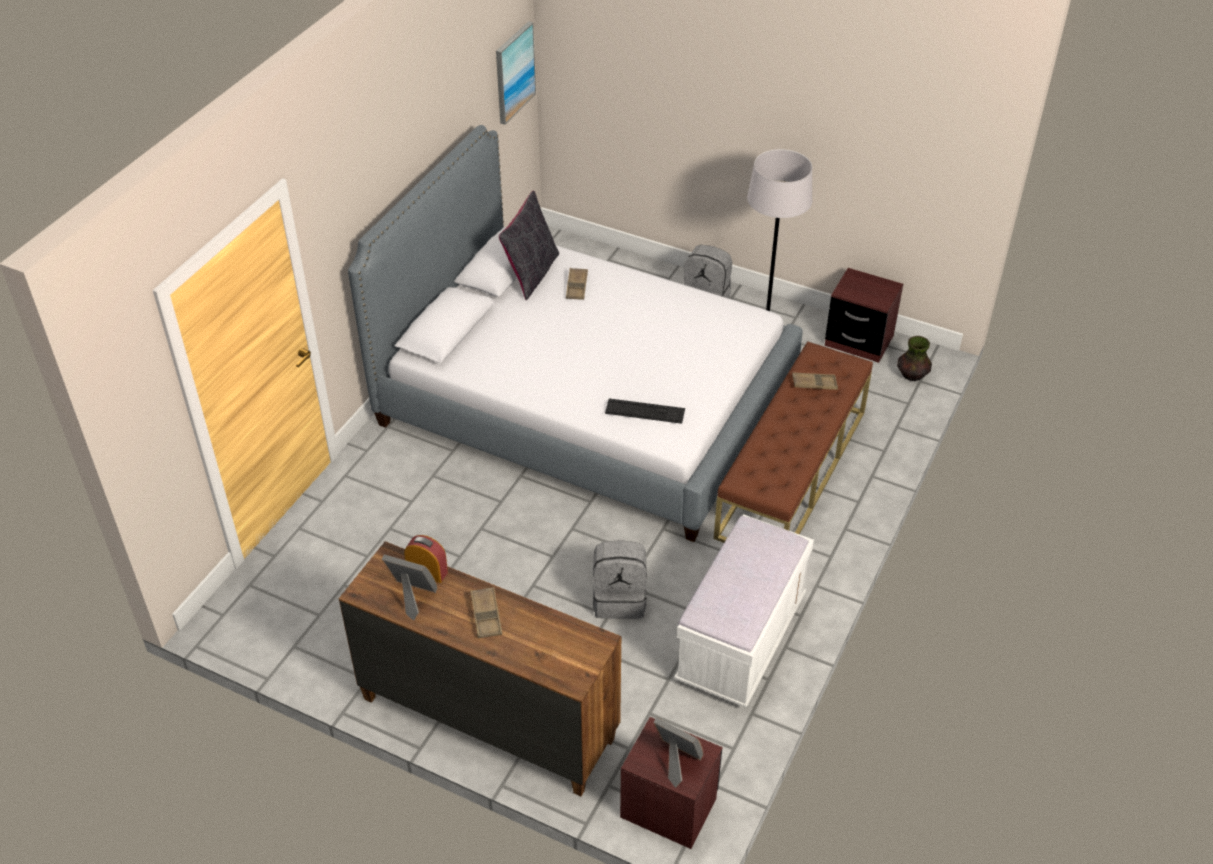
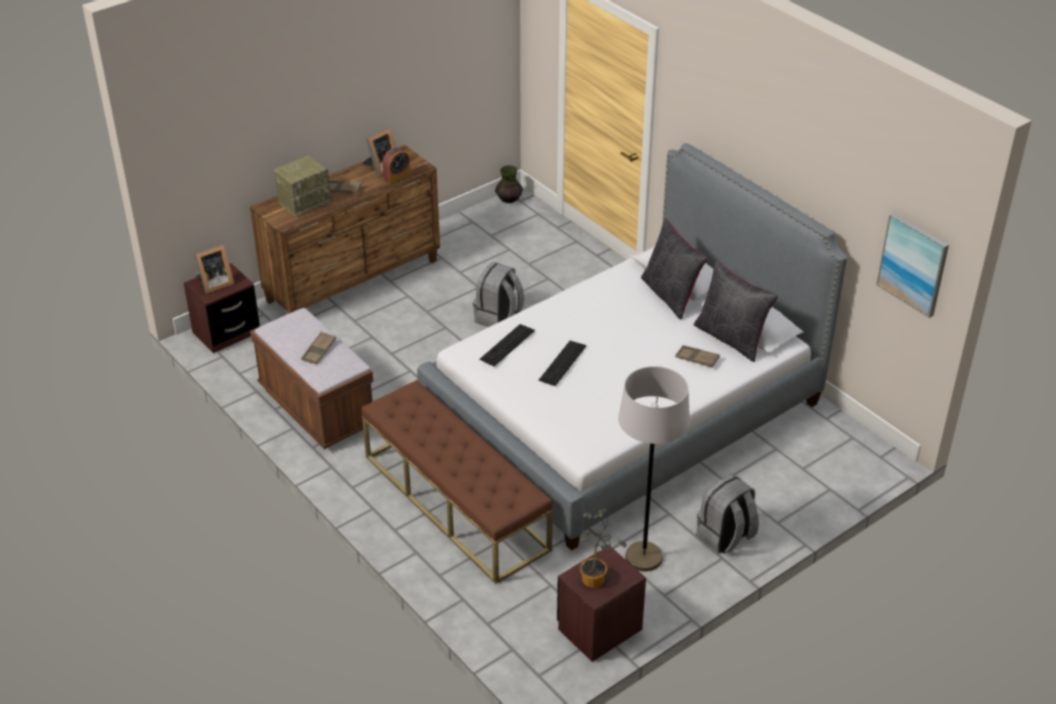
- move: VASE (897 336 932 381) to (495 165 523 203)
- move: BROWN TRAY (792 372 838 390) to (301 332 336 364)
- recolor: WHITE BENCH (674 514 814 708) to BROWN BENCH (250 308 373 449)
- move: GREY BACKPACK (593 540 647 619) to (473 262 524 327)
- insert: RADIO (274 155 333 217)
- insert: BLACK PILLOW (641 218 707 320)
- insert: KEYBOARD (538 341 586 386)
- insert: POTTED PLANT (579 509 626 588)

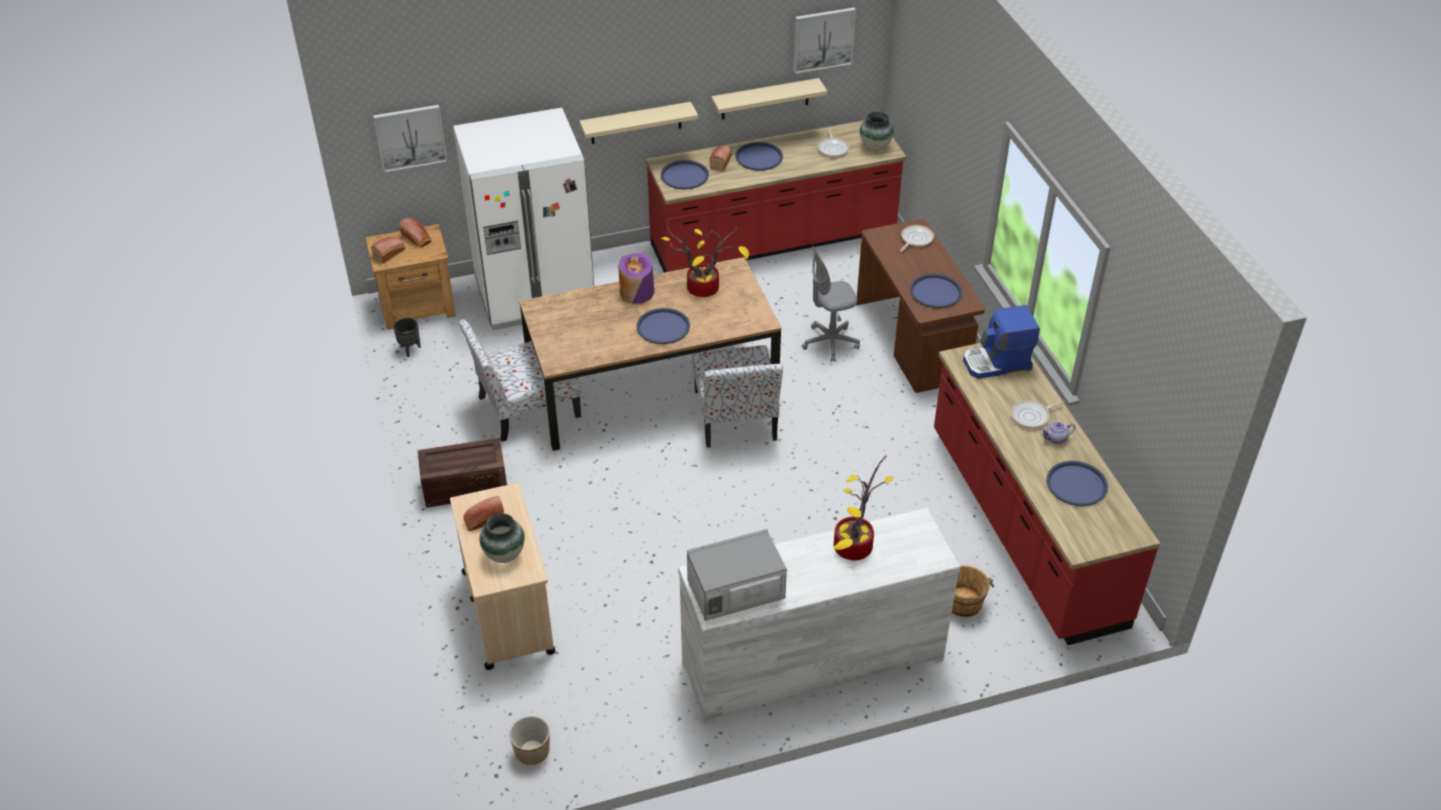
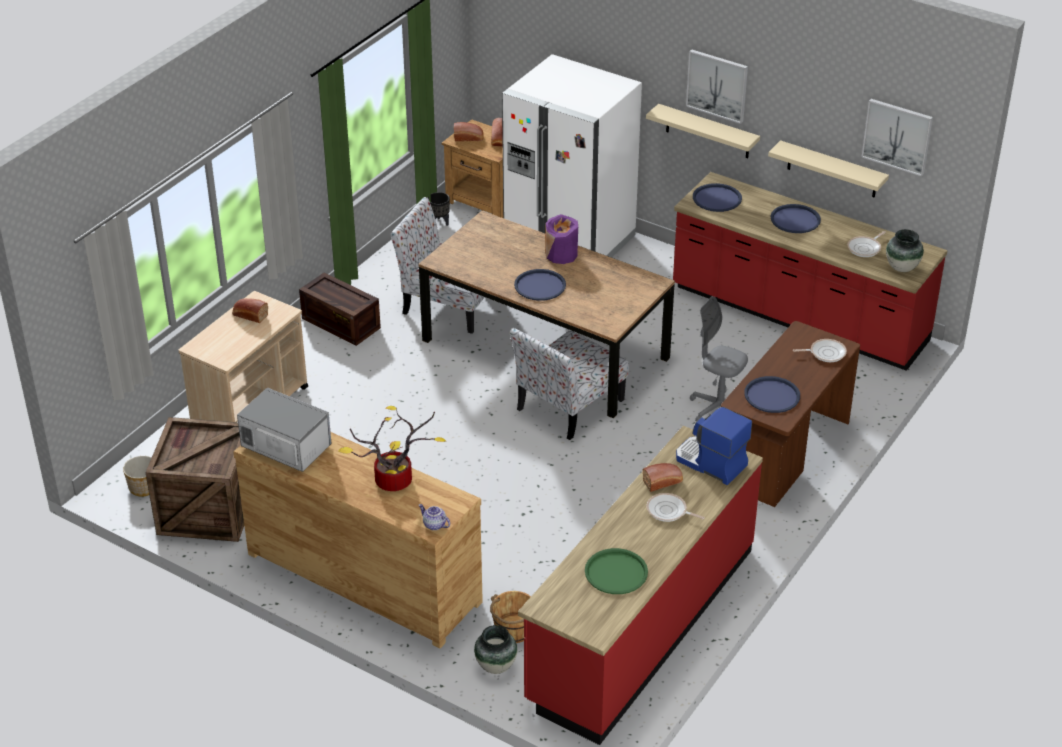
- move: PICTURE (373 105 448 173) to (686 49 748 124)
- move: BREAD (710 145 732 171) to (643 463 683 492)
- delete: POTTED PLANT (660 221 749 297)
- move: TEAPOT (1041 421 1076 444) to (419 504 450 530)
- recolor: BLUE TRAY (1046 461 1108 506) to GREEN TRAY (585 548 648 594)
- recolor: WHITE DRESSER (678 508 961 724) to BROWN DRESSER (233 432 483 648)
- move: VASE (479 513 525 563) to (474 625 517 674)
- insert: CRATE (145 417 244 542)

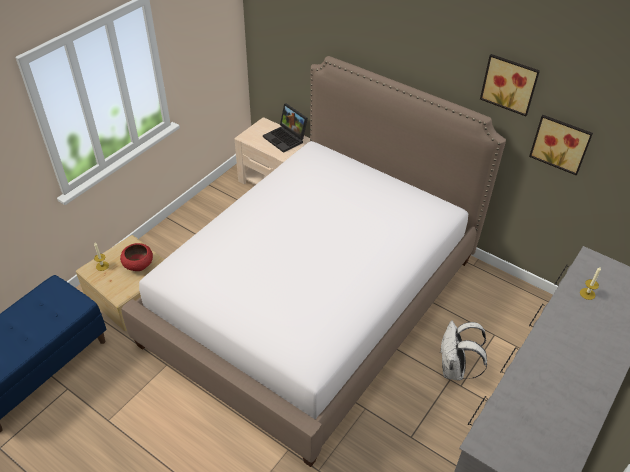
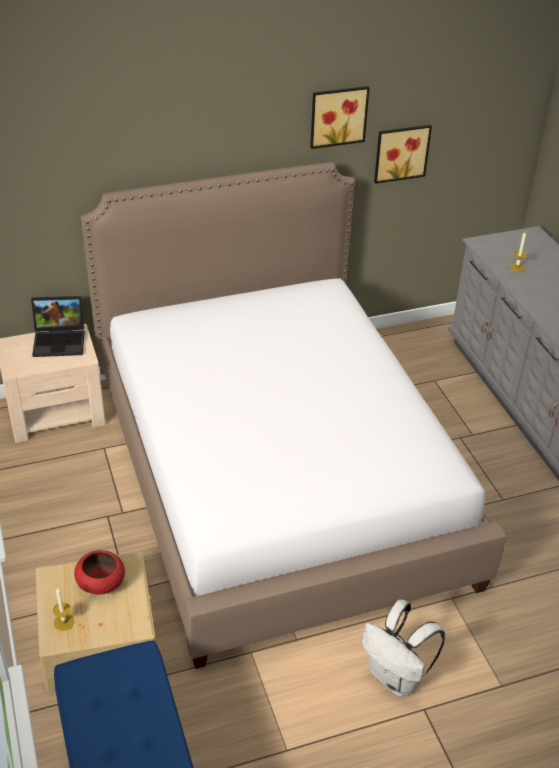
- move: WHITE BACKPACK (441 321 487 380) to (362 599 445 697)

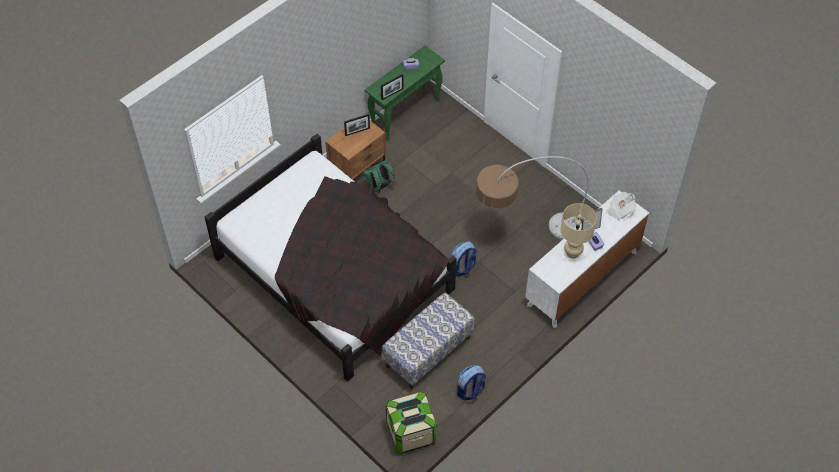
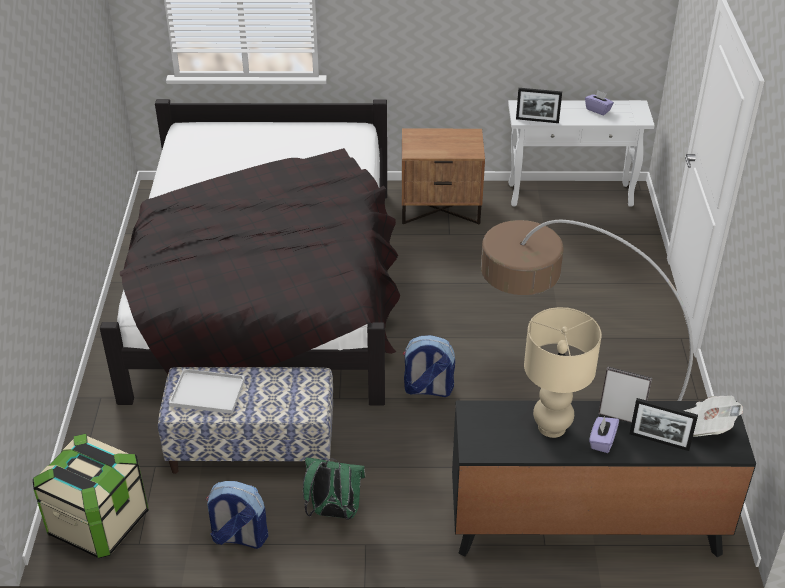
- recolor: GREEN CONSOLE TABLE (365 45 445 141) to WHITE CONSOLE TABLE (508 100 655 207)
- move: PICTURE FRAME (344 114 370 136) to (630 398 698 451)
- move: GREEN BACKPACK (363 159 395 194) to (303 458 365 520)
- recolor: WHITE DRESSER (525 191 649 328) to BLACK DRESSER (452 400 756 557)
- insert: WHITE TRAY (169 369 245 414)

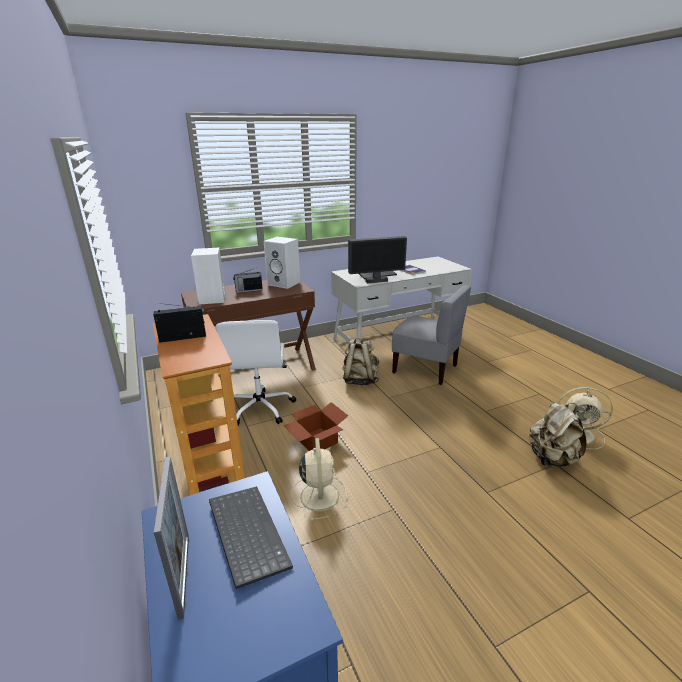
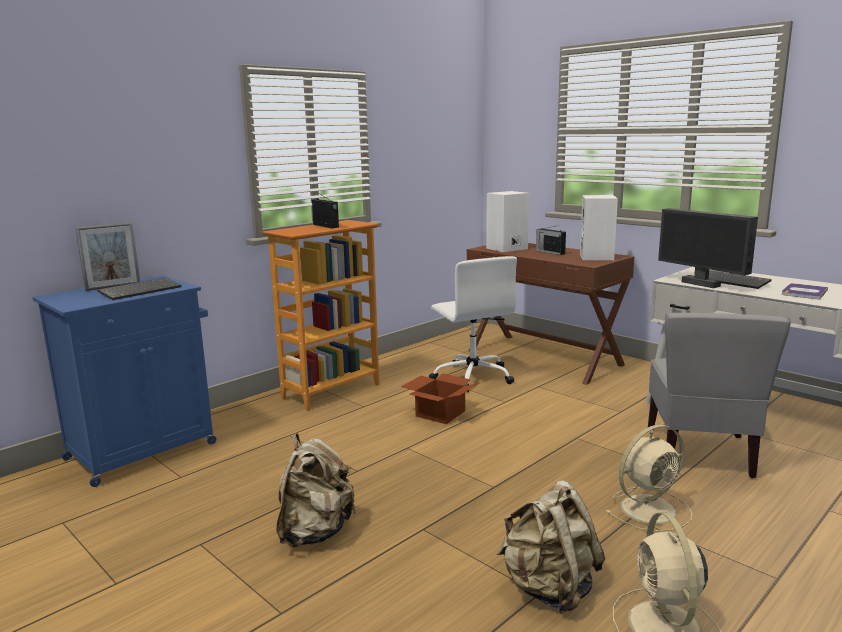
- rotate: WHITE OFFICE CHAIR (216 320 296 425) = (429 256 517 392) 90 degrees counterclockwise
- move: BEIGE BACKPACK (342 338 379 386) to (276 433 356 547)
- move: BEIGE FAN (291 438 347 521) to (606 424 692 532)

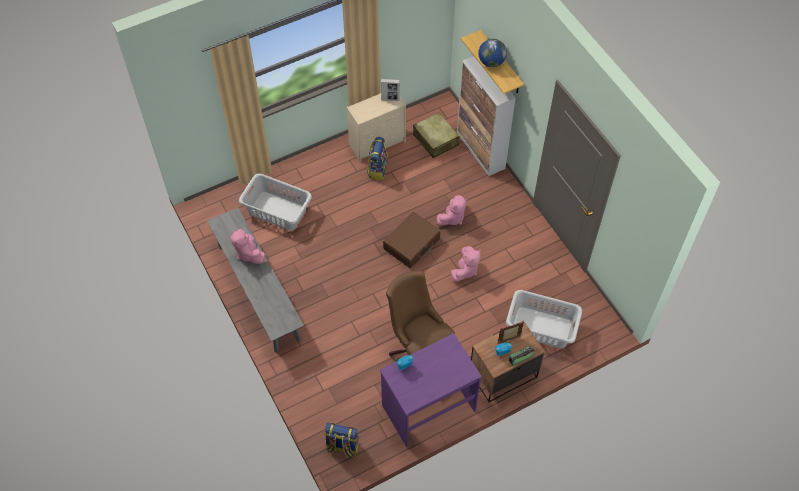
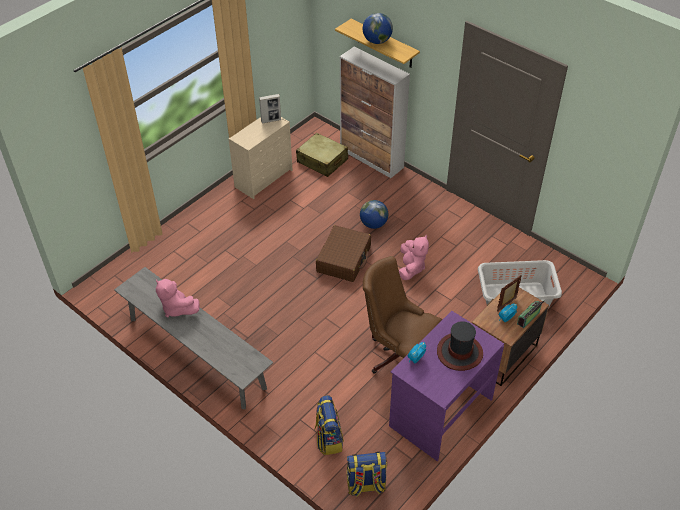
- move: BACKPACK (367 137 388 180) to (314 395 344 455)
- delete: GREY LAUNDRY BASKET (239 174 312 231)
- replace: PINK PLUSH TOY (437 195 467 226) to GLOBE (360 200 388 229)
- insert: HAT (437 321 483 371)

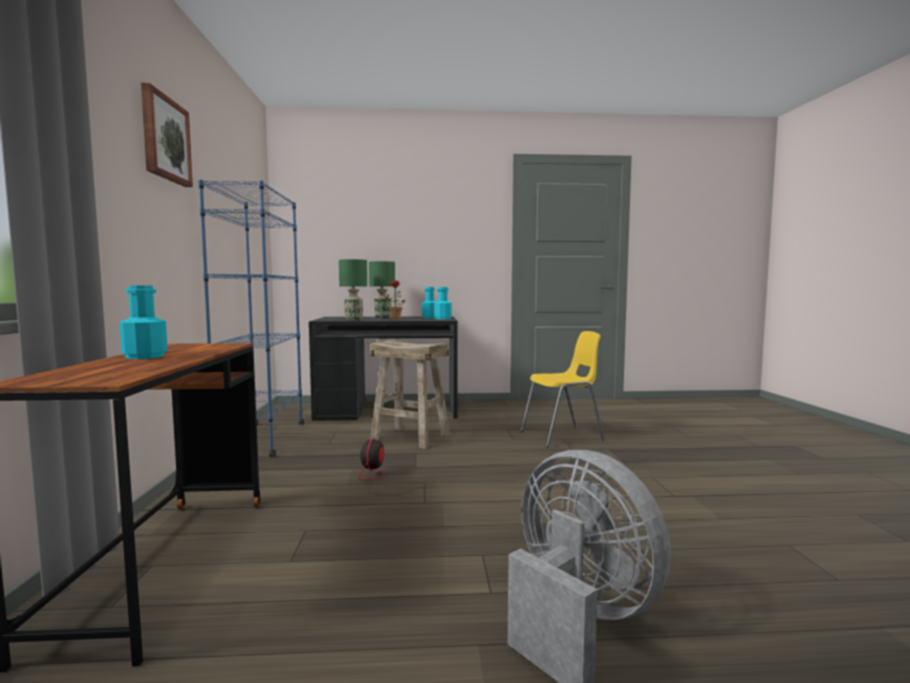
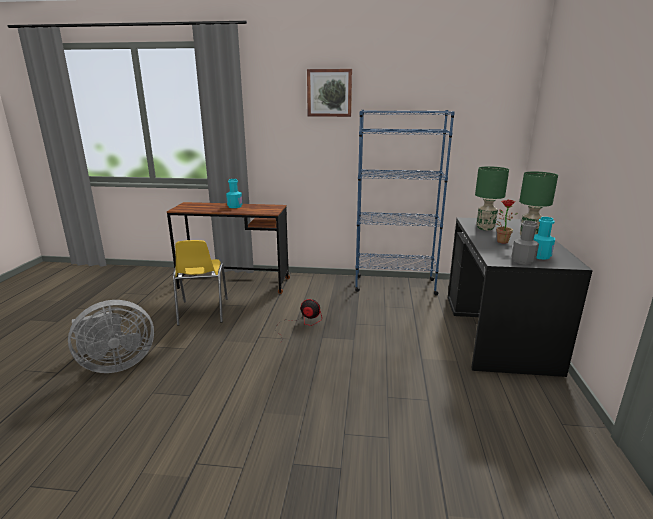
- recolor: TURQUOISE BOTTLE (434 287 452 319) to GREY BOTTLE (512 220 539 265)
- move: YELLOW CHAIR (521 331 605 447) to (173 240 228 326)
- delete: BEIGE STOOL (370 340 450 449)

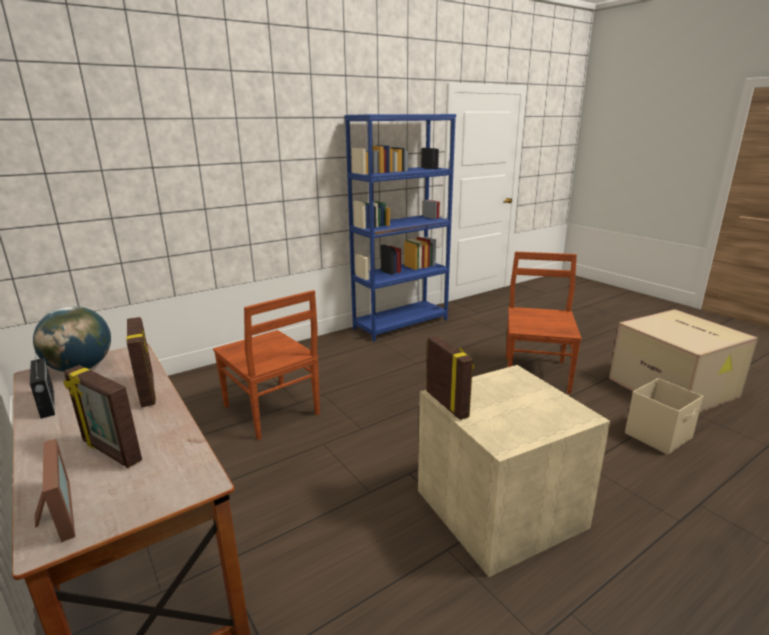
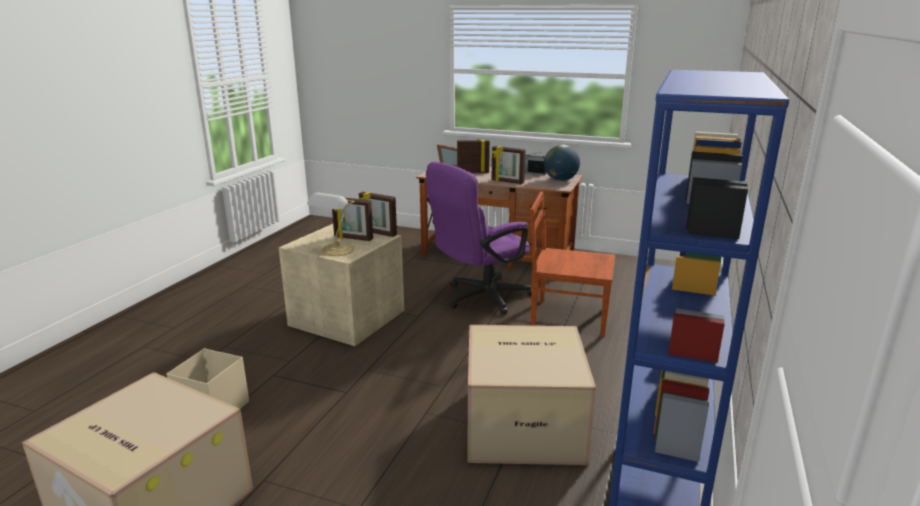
- delete: BROWN CHAIR (506 252 582 394)
- insert: PURPLE OFFICE CHAIR (426 162 531 314)
- insert: TABLE LAMP (307 193 355 256)
- insert: PICTURE FRAME (332 198 373 241)
- insert: CARDBOARD BOX (467 325 596 465)

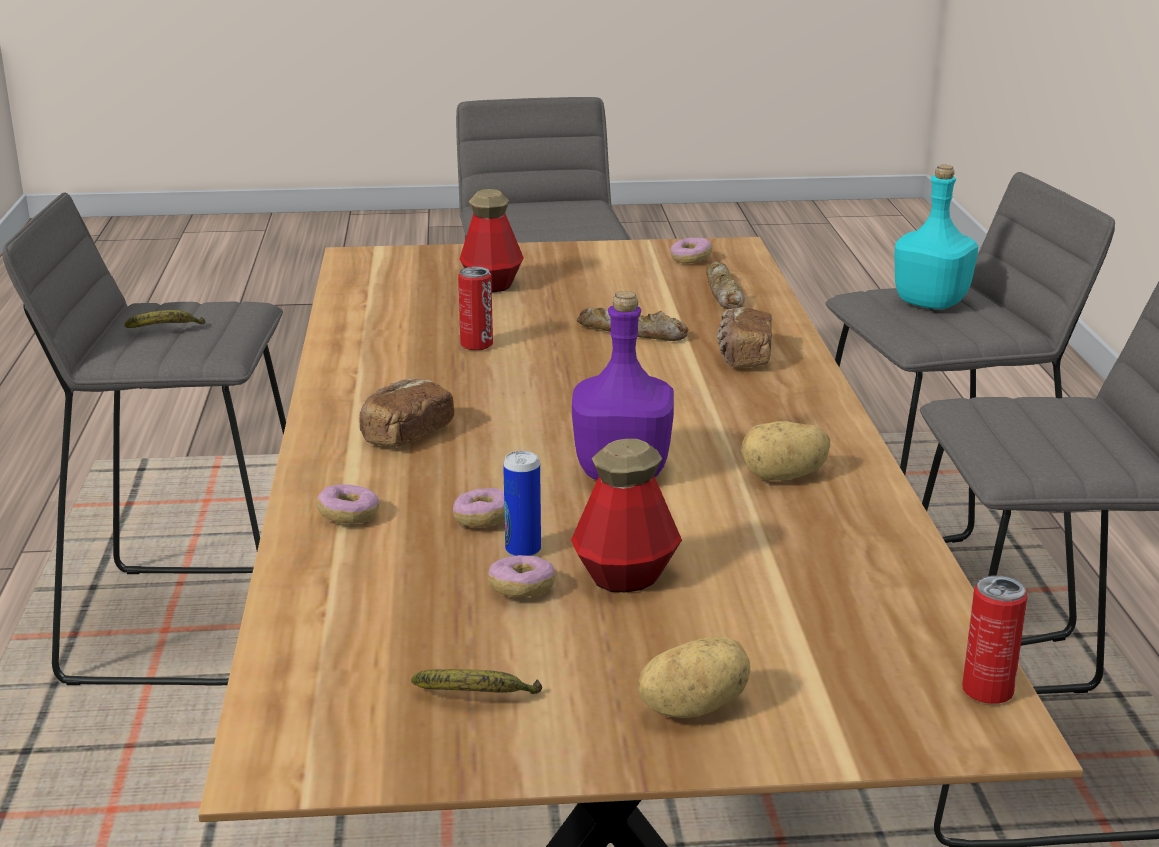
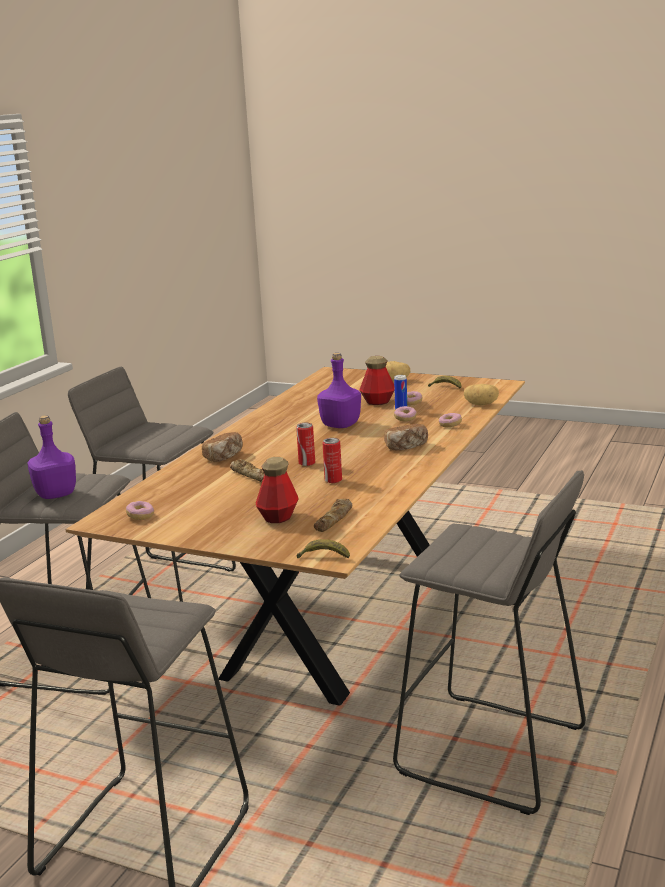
- recolor: TURQUOISE BOTTLE (894 165 978 309) to PURPLE BOTTLE (27 415 76 499)
- move: BREAD (706 261 745 309) to (314 499 352 532)
- move: BANANA (124 310 205 328) to (296 539 350 558)
- move: POTATO (741 421 830 481) to (464 384 499 406)
- move: CAN (962 575 1028 704) to (296 423 315 466)

